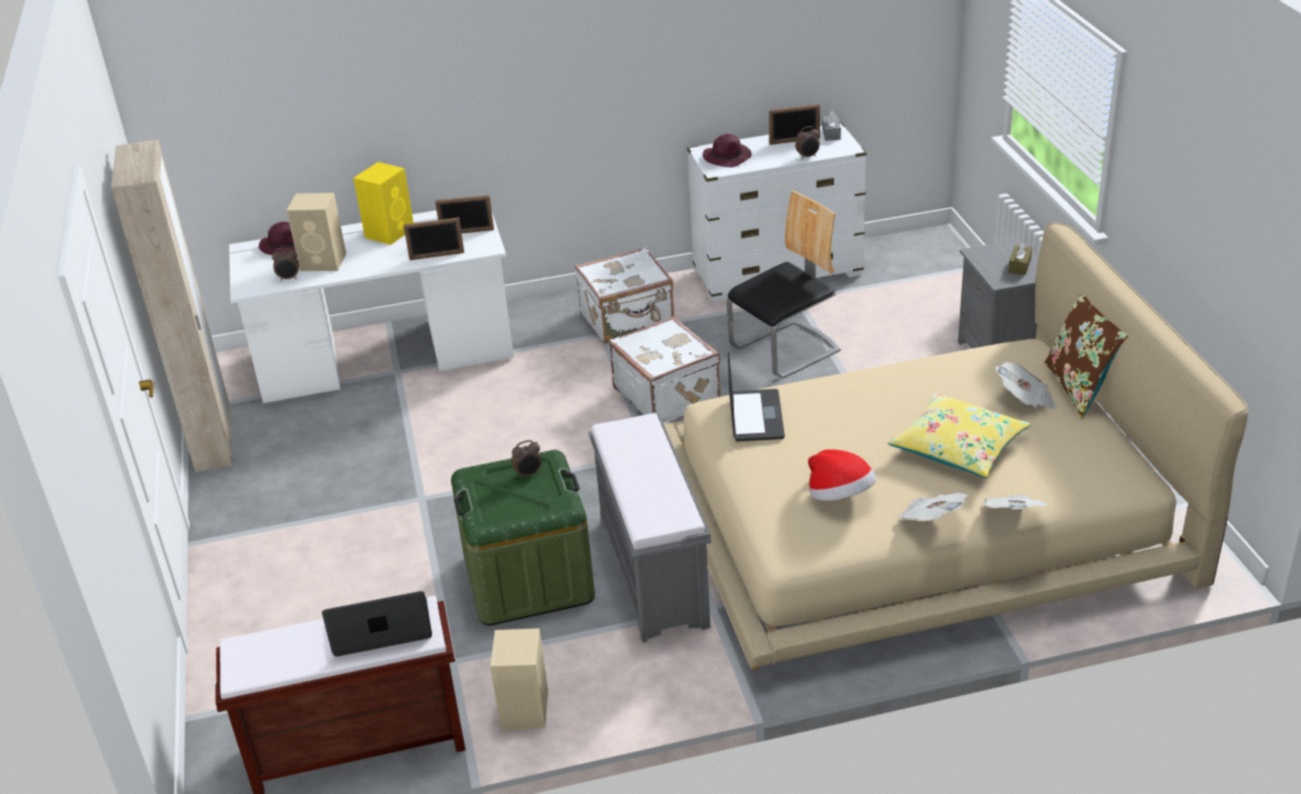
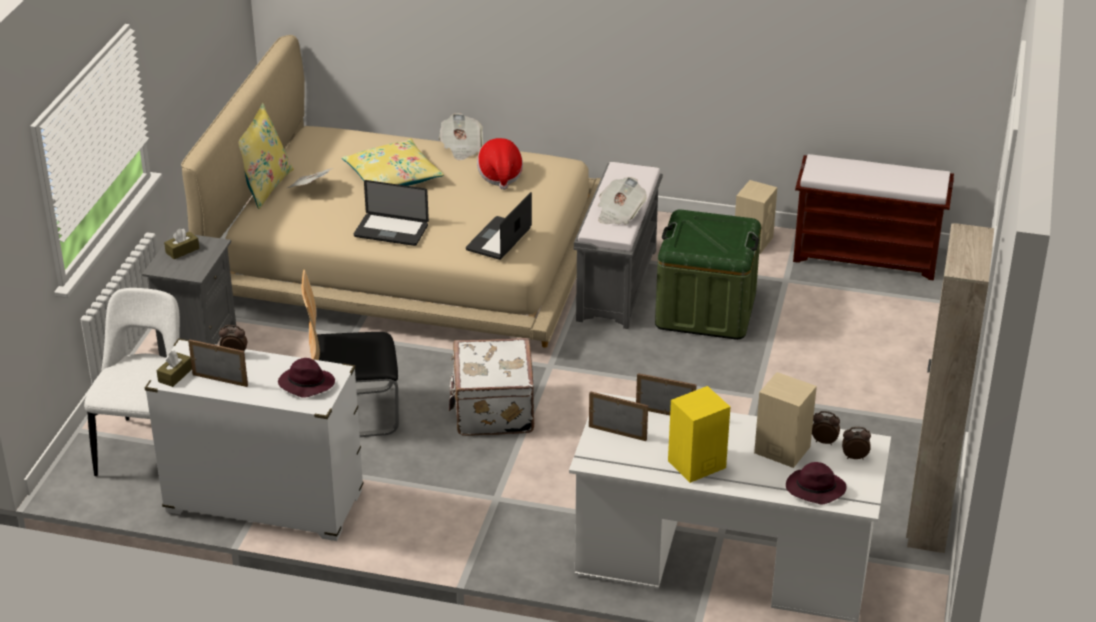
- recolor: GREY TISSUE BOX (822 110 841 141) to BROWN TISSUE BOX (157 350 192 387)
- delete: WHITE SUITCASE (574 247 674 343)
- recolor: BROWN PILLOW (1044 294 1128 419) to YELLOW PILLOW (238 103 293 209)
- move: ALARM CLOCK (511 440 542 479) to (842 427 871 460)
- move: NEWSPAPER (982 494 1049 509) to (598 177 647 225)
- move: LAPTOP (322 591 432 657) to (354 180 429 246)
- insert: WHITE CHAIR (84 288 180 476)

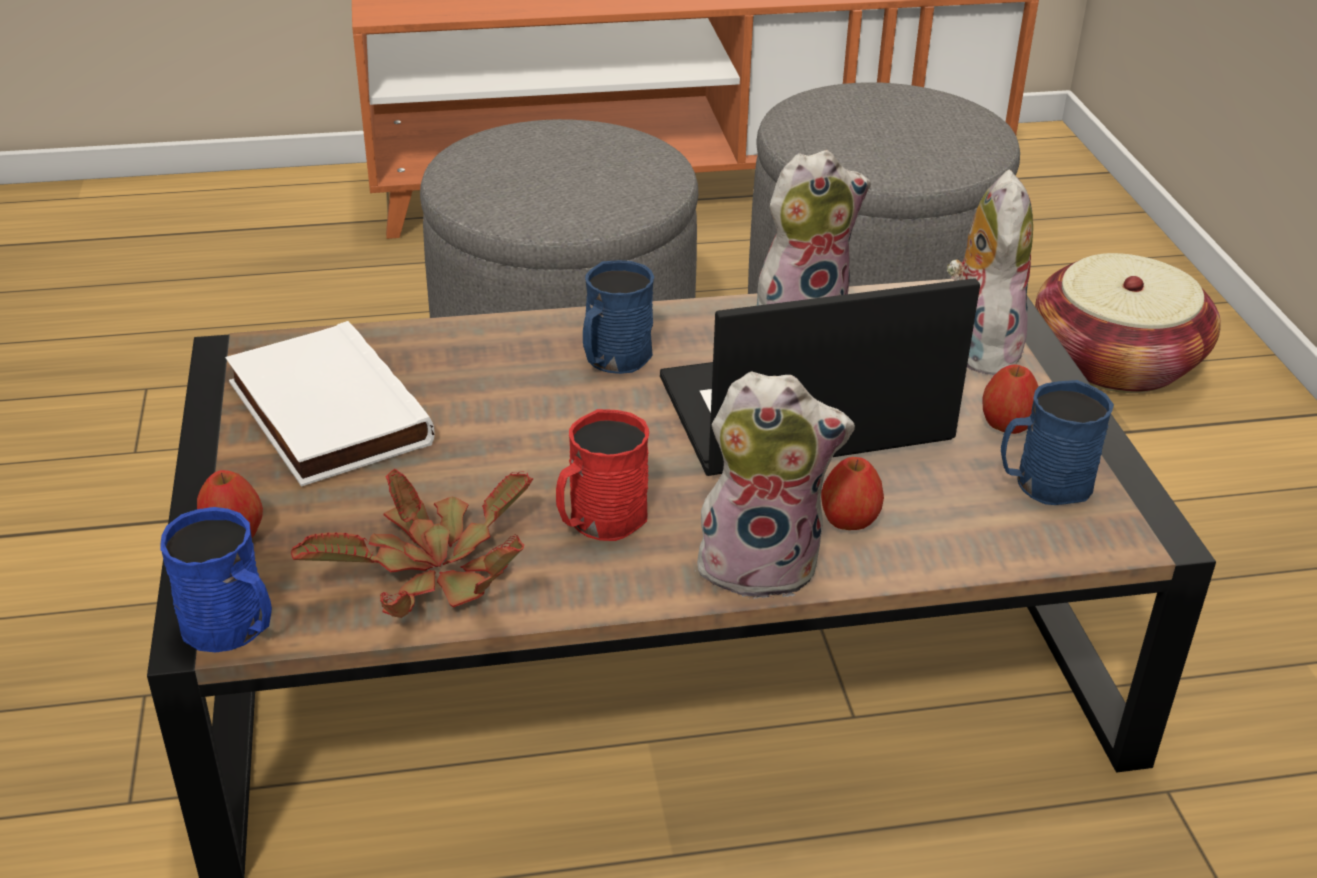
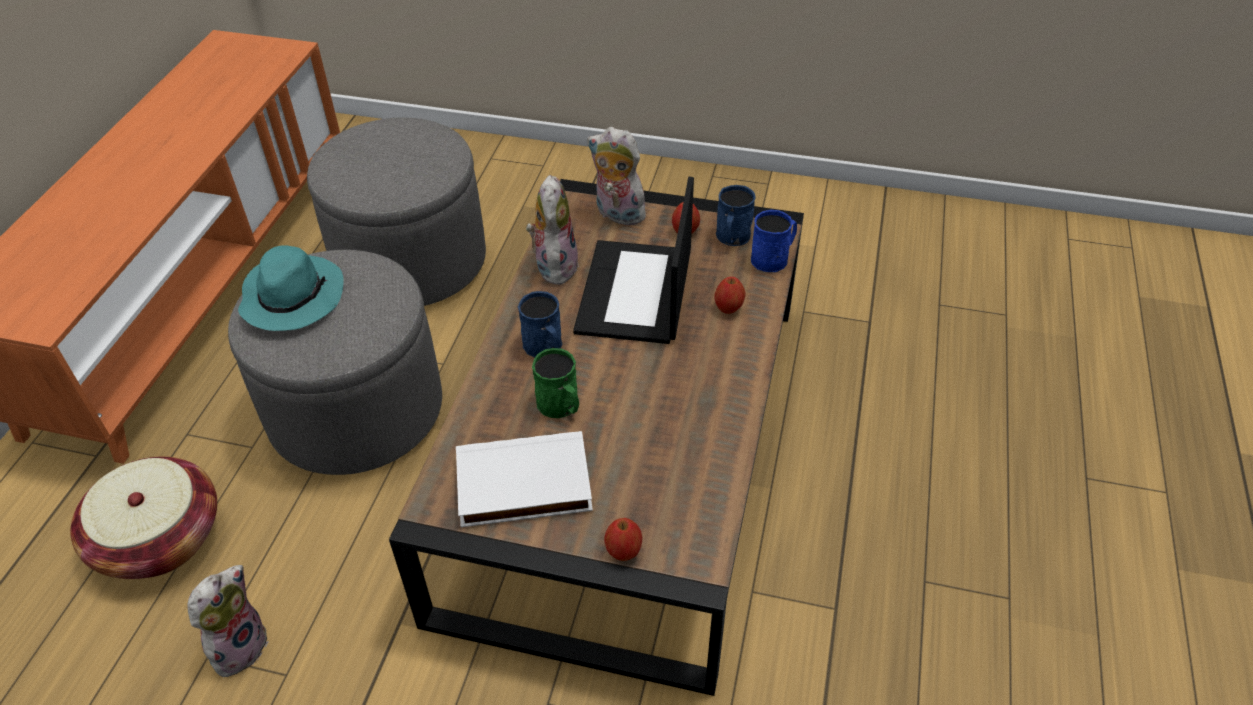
- move: BASKET (1035 253 1221 393) to (70 456 217 579)
- move: PLUSH TOY (697 371 855 599) to (187 565 269 679)
- delete: RED MUG (556 409 649 541)
- delete: POTTED PLANT (291 469 533 618)
- move: BLUE MUG (160 507 272 653) to (751 210 797 272)
- insert: TURQUOISE HAT (238 245 344 331)
- insert: GREEN MUG (532 348 579 418)

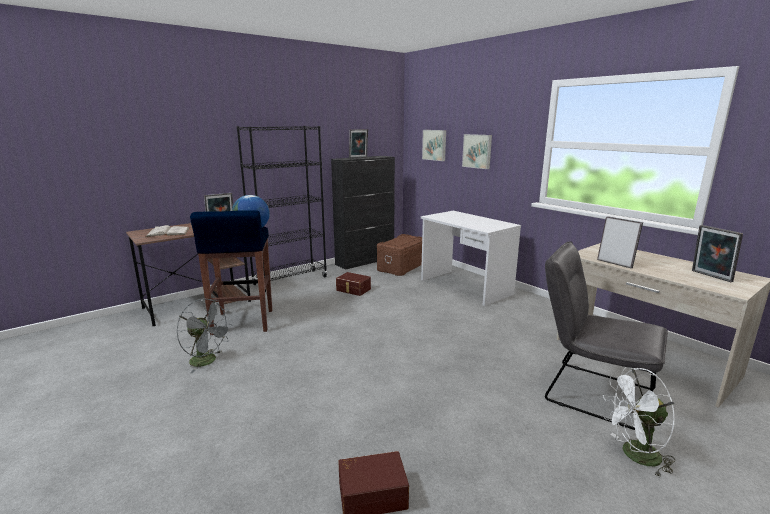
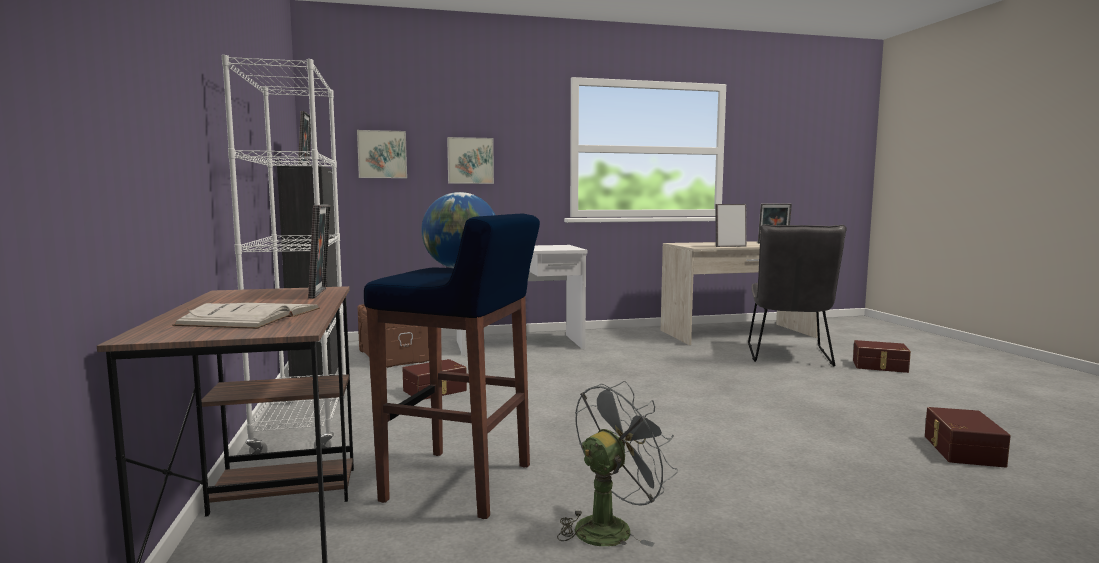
- recolor: BLACK BOOKCASE (237 126 327 292) to WHITE BOOKCASE (222 55 347 454)
- rotate: GREY CHAIR (545 241 668 430) = (748 224 847 366) 45 degrees counterclockwise
- replace: WHITE FAN (603 367 675 476) to BROWN STORAGE BOX (853 340 911 373)

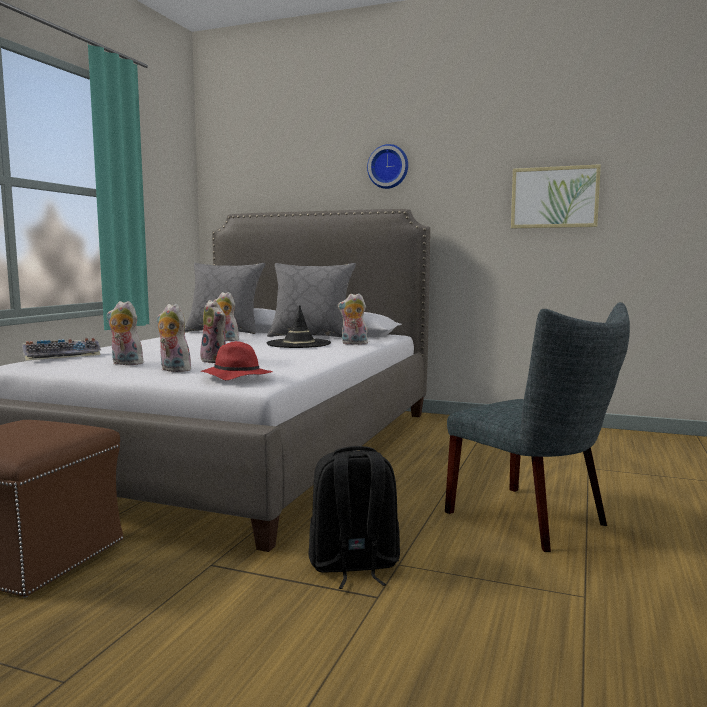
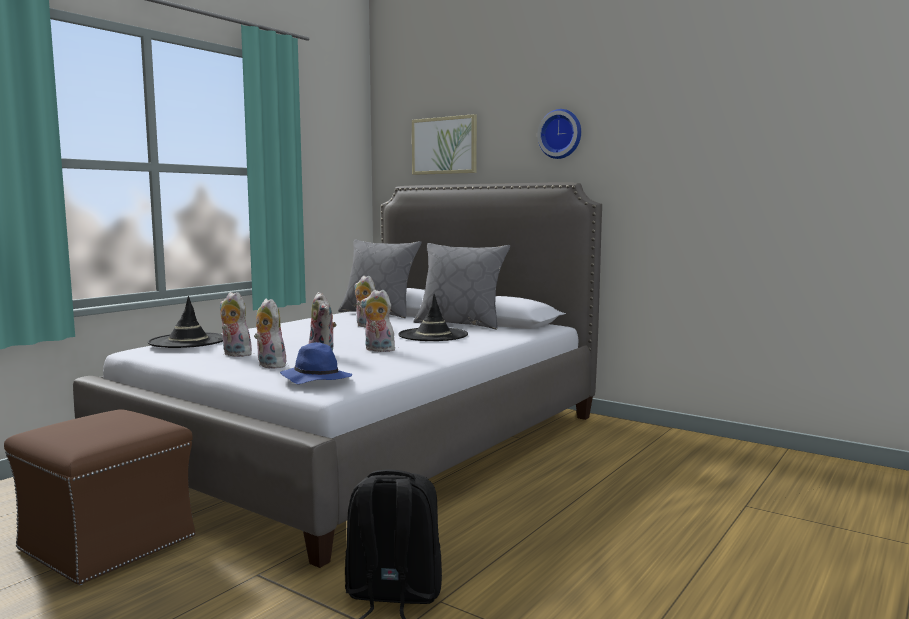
- move: PICTURE (511 164 601 228) to (412 114 477 175)
- move: PLUSH TOY (338 293 368 345) to (361 290 397 352)
- delete: GREY CHAIR (445 302 630 552)
- replace: KEYBOARD (22 338 101 361) to BLACK HAT (148 296 223 348)
- recolor: RED HAT (201 341 272 380) to BLUE HAT (280 342 352 384)

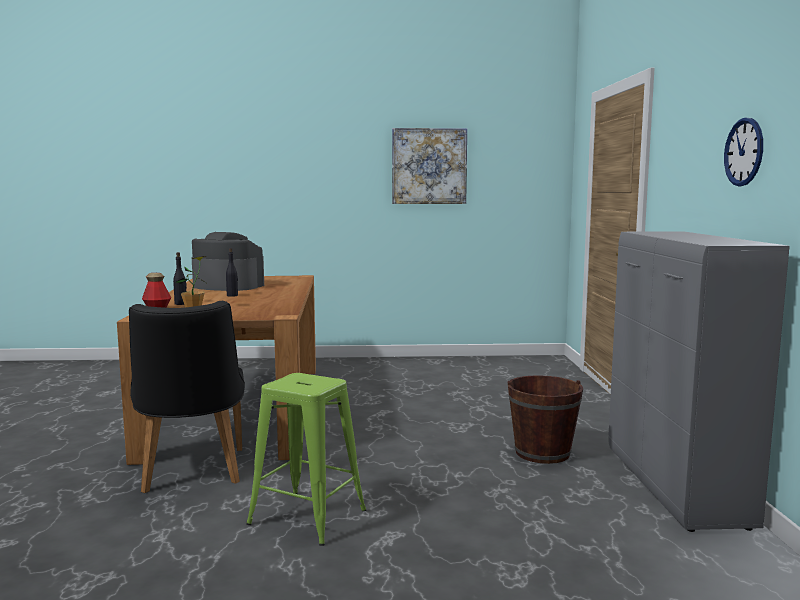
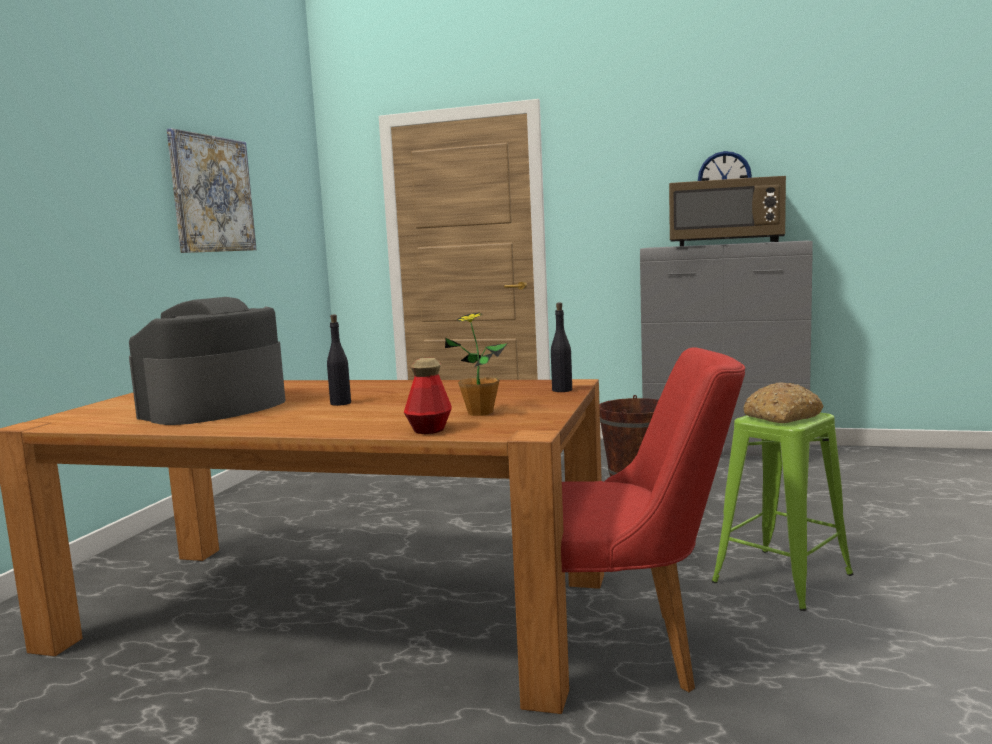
- move: BLACK BOTTLE (173 252 187 305) to (551 302 572 392)
- recolor: BLACK CHAIR (129 301 245 493) to RED CHAIR (561 347 745 692)
- insert: BROWN MICROWAVE (669 176 786 246)
- insert: BREAD (744 382 823 423)

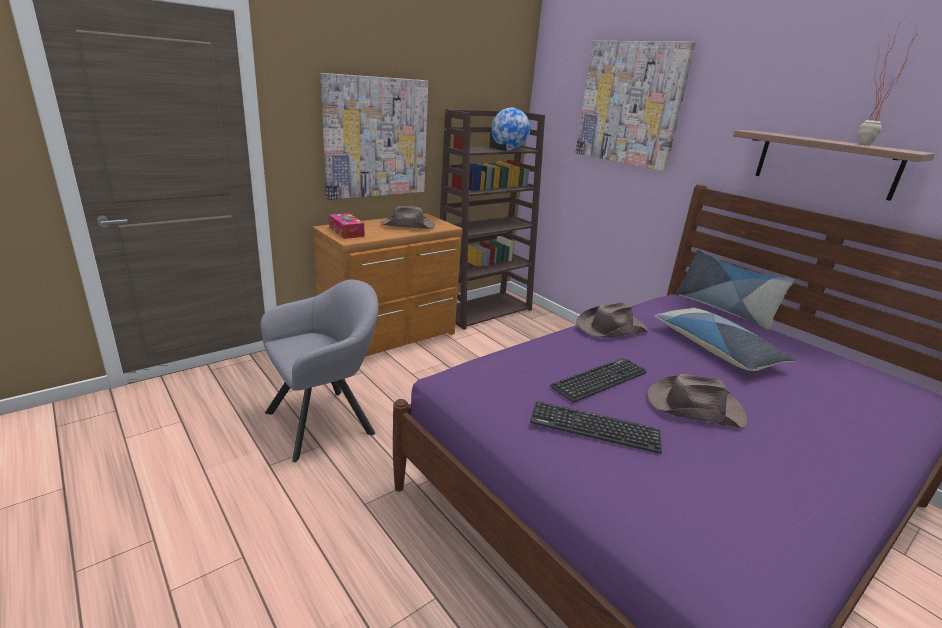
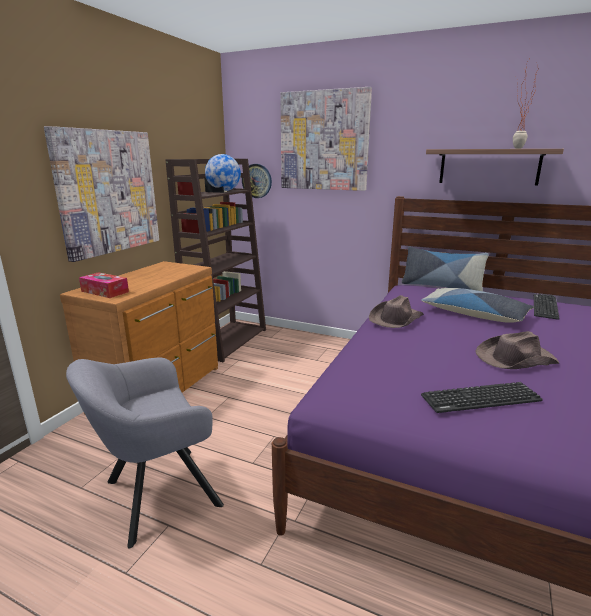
- delete: BROWN HAT (380 206 435 229)
- rotate: GREY ARMCHAIR (260 279 379 462) = (66 358 224 548) 150 degrees counterclockwise
- move: KEYBOARD (550 358 647 403) to (534 294 560 319)
- insert: WALL CLOCK (242 164 272 198)

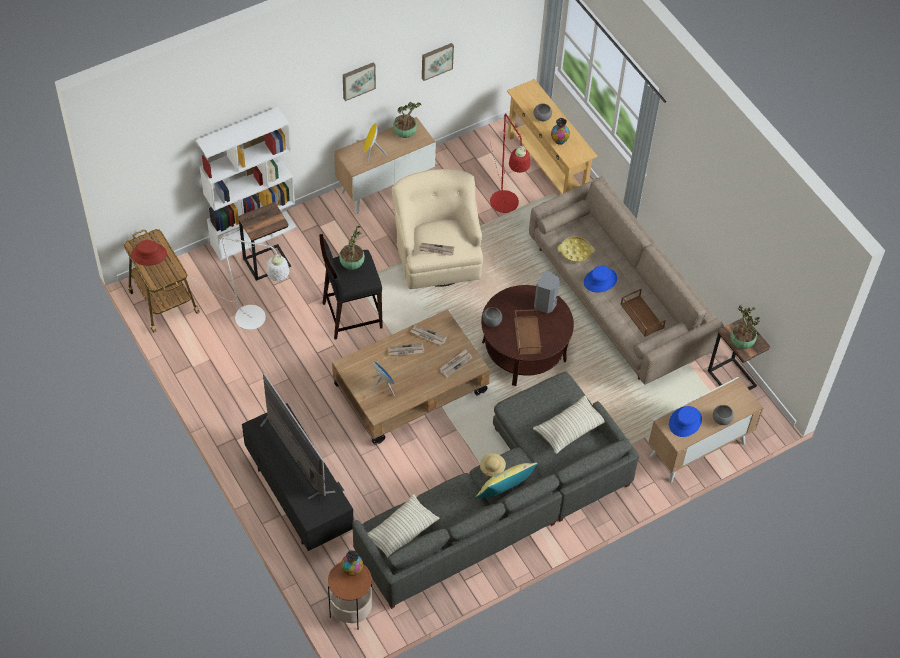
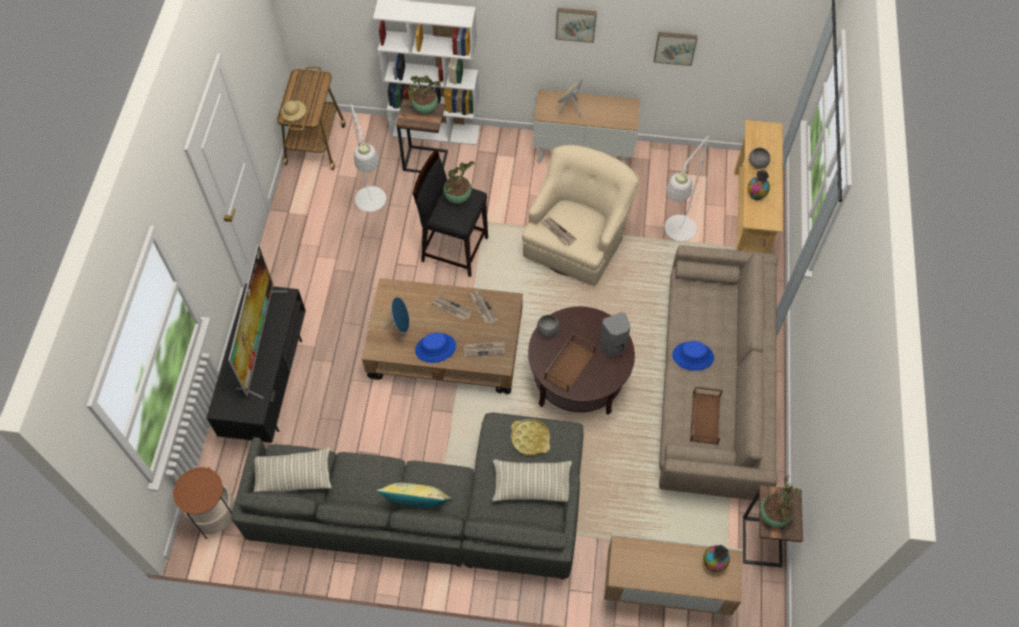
- move: POTTED PLANT (393 102 421 138) to (407 76 441 114)
- recolor: RED FLOOR LAMP (490 113 530 213) to WHITE FLOOR LAMP (664 136 714 241)
- move: YELLOW TRAY (558 237 595 263) to (511 419 550 456)
- delete: RED HAT (131 240 167 266)
- delete: GREY BOWL (713 405 734 425)
- move: BLUE HAT (669 406 702 437) to (415 333 456 363)
- move: BEIGE HAT (480 453 506 478) to (281 101 306 121)
- move: VASE (341 550 363 576) to (703 545 730 572)

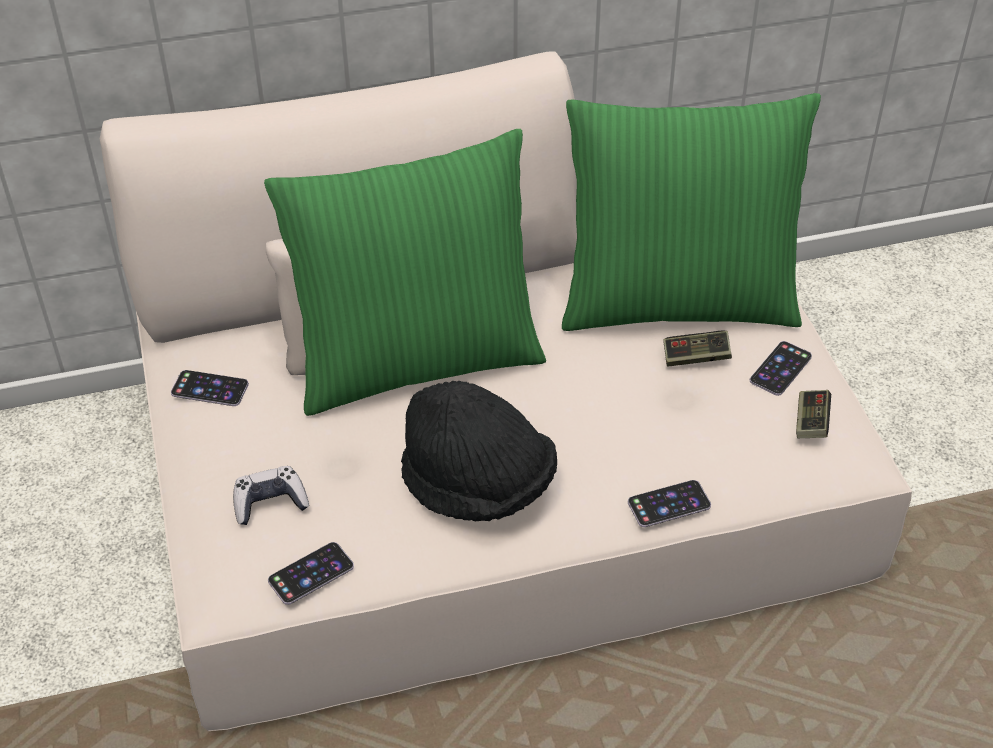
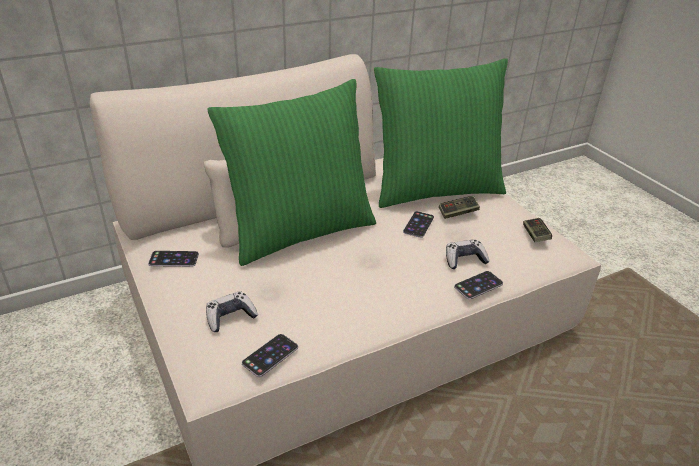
- move: PHONE (750 341 812 396) to (403 211 434 238)
- delete: BLACK HAT (401 381 557 521)
- insert: GAME CONTROLLER (446 239 490 269)

